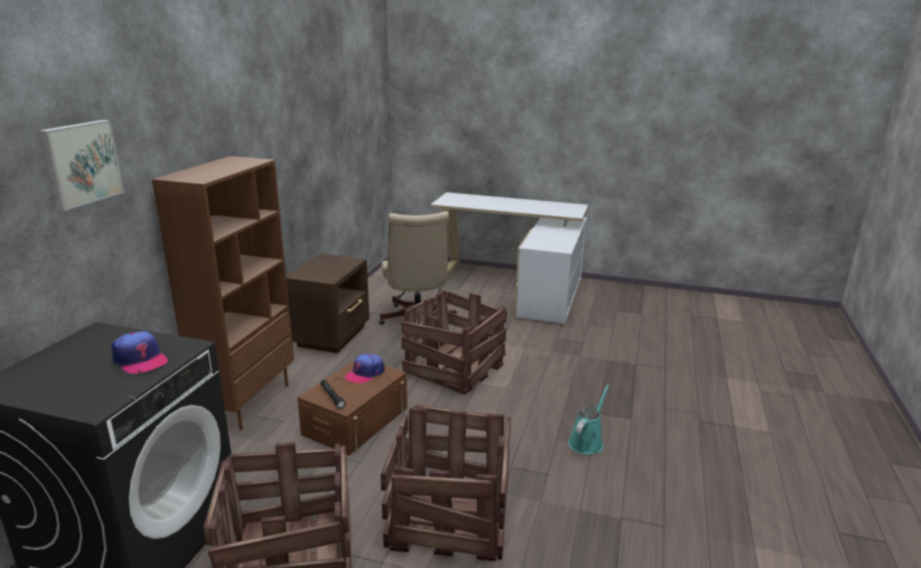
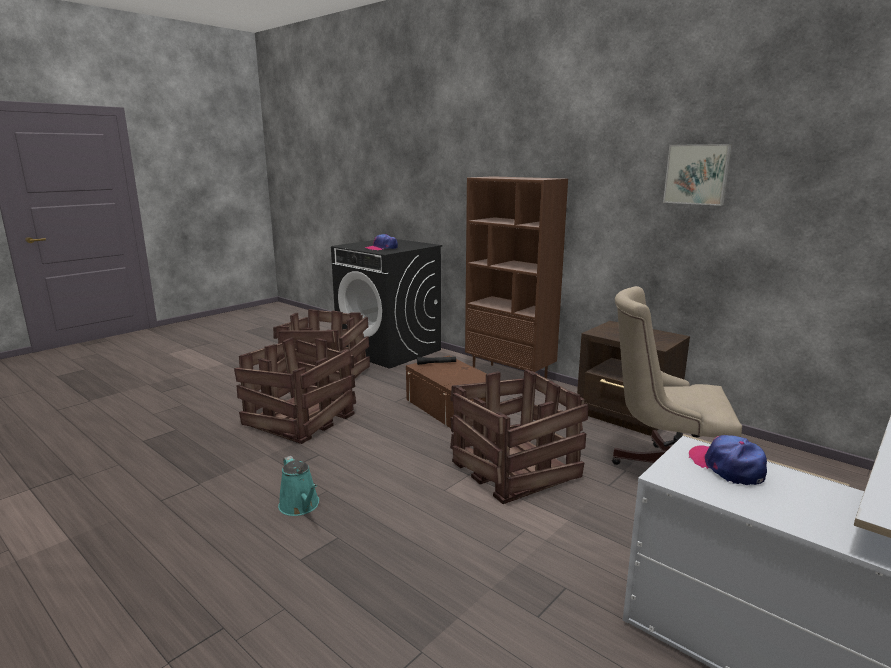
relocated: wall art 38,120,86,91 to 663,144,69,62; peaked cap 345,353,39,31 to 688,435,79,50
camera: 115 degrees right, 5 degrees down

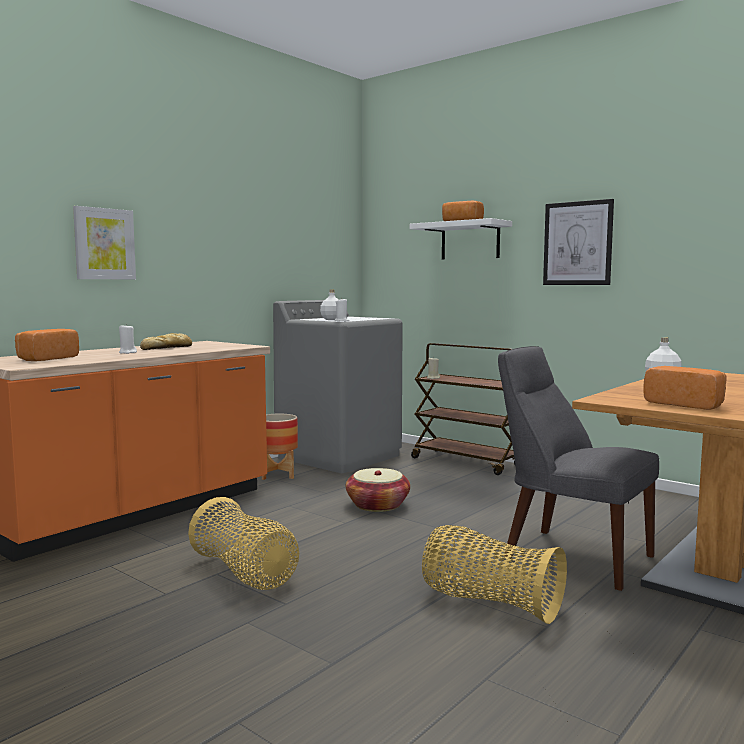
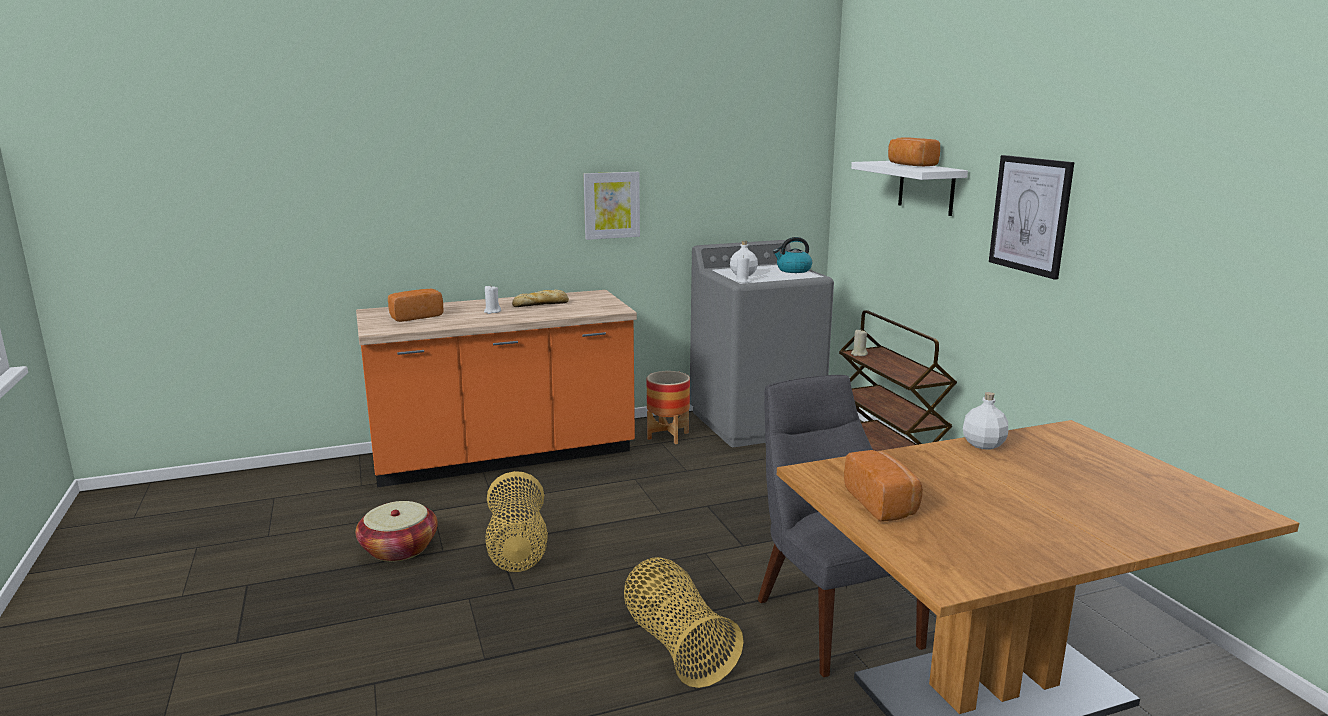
appeared: water kettle 773,237,39,36
relocated: wall art 73,206,63,73 to 584,172,56,68; basket 346,468,64,44 to 356,501,82,61
camera: 30 degrees right, 10 degrees up

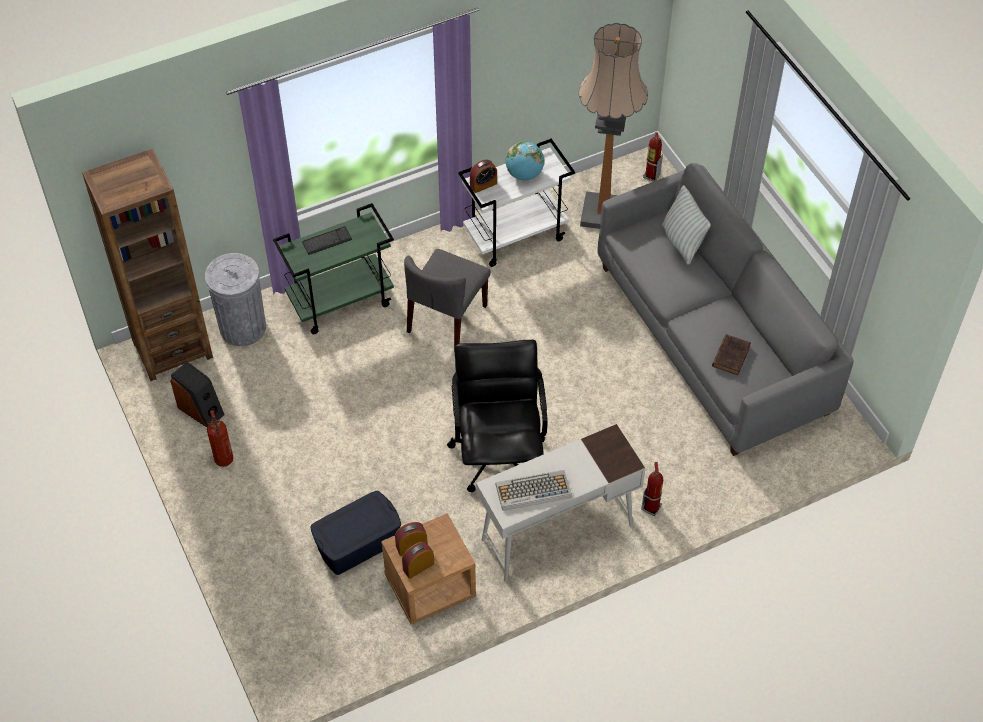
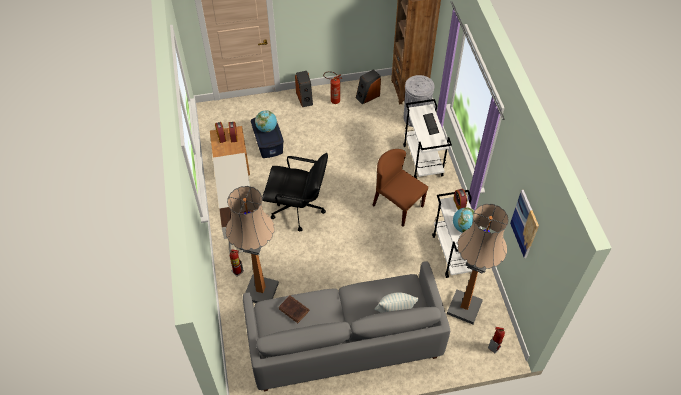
missing: keyboard 495,470,77,41
appeared: audio speaker 295,71,18,36; globe 255,110,22,22; standard lamp 226,186,53,117; wall art 510,190,29,68
colour: cart (green) 273,203,121,131 to cart (white-coloured) 403,99,49,80; plain chair (gray) 404,249,87,103 to plain chair (brown) 372,149,56,78
camera: 105 degrees right, 0 degrees up

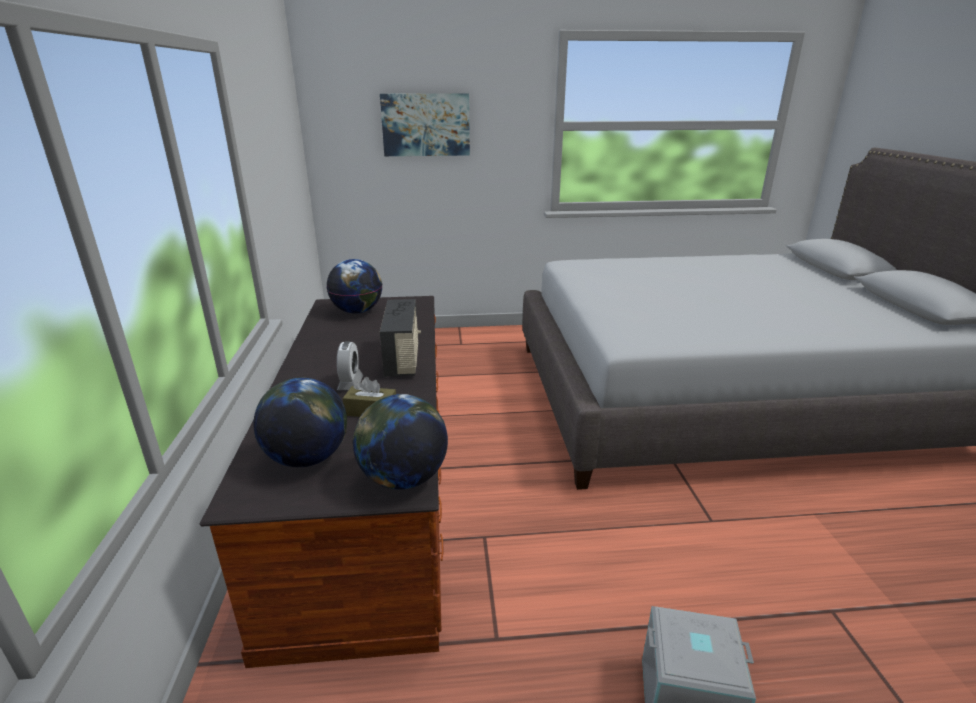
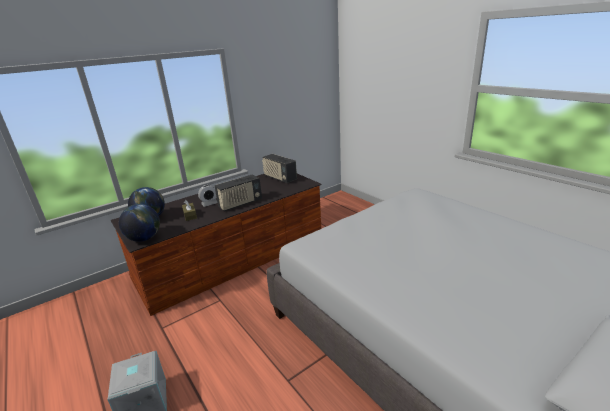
missing: wall art 380,93,90,63
exchanged: globe 327,259,55,55 to radio 262,154,35,29
camera: 60 degrees right, 0 degrees up

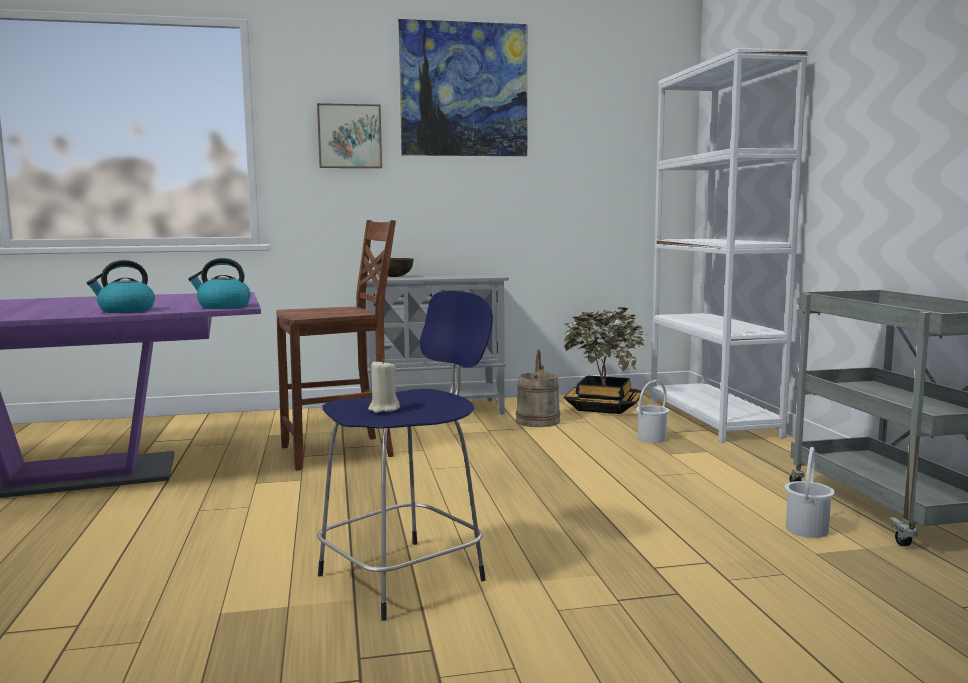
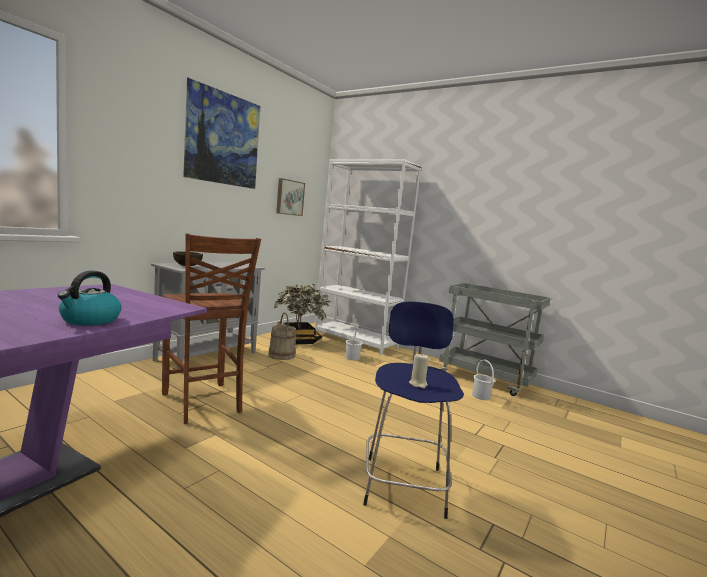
missing: water kettle 188,258,63,51
relocated: wall art 317,103,65,65 to 276,178,29,38
spun: plain chair (brown) 276,220,120,251 = 162,233,99,191 120 degrees clockwise
camera: 45 degrees left, 0 degrees up

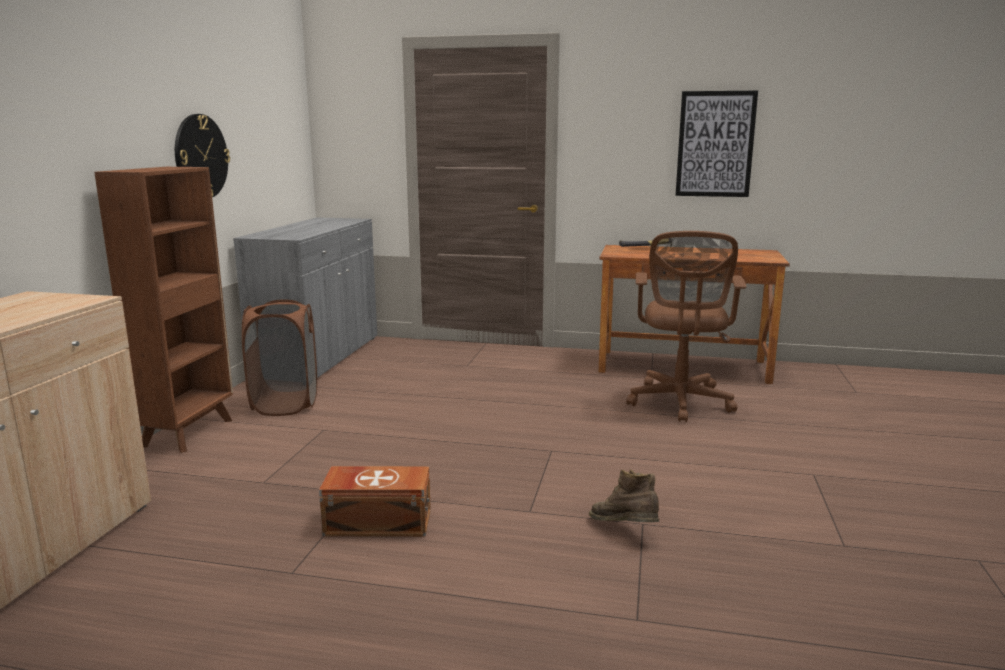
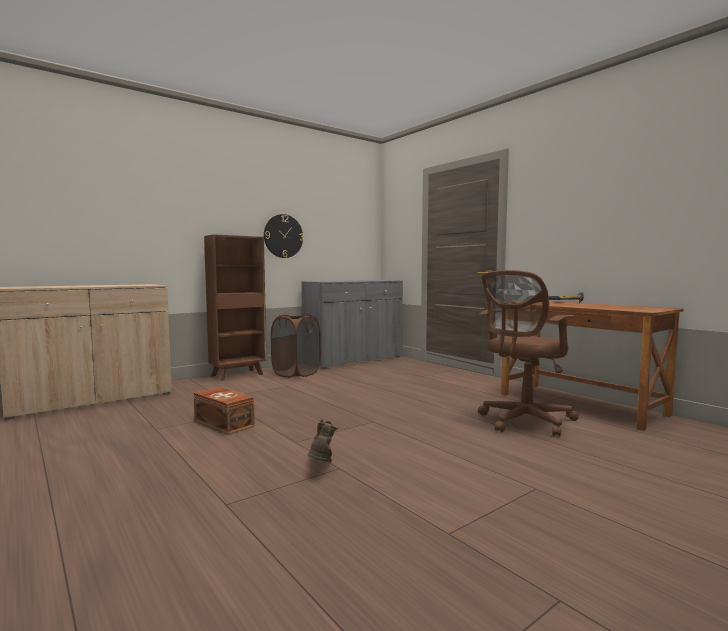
missing: wall art 675,91,83,106
camera: 40 degrees right, 10 degrees down

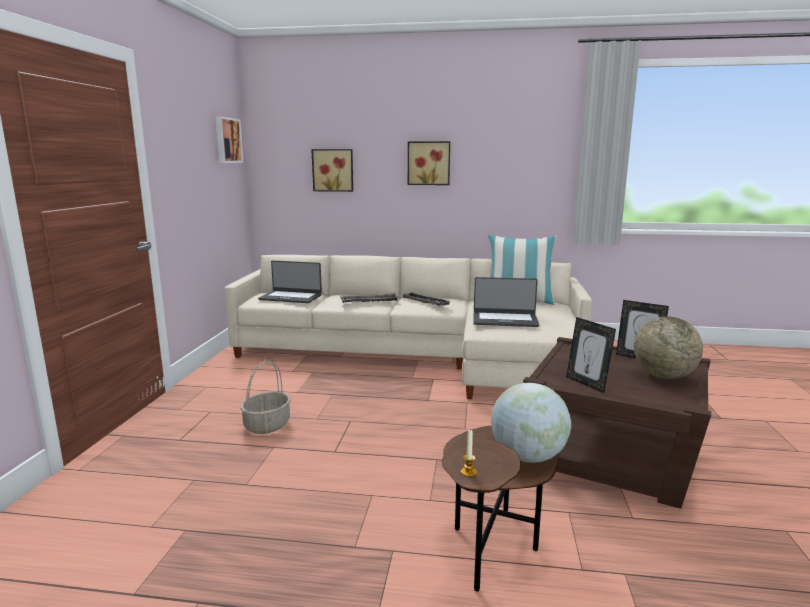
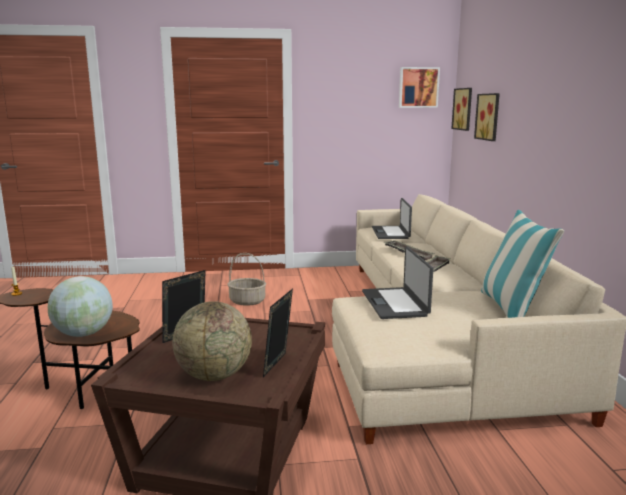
relocated: wall art 408,141,42,44 to 451,88,21,43
camera: 75 degrees right, 0 degrees up

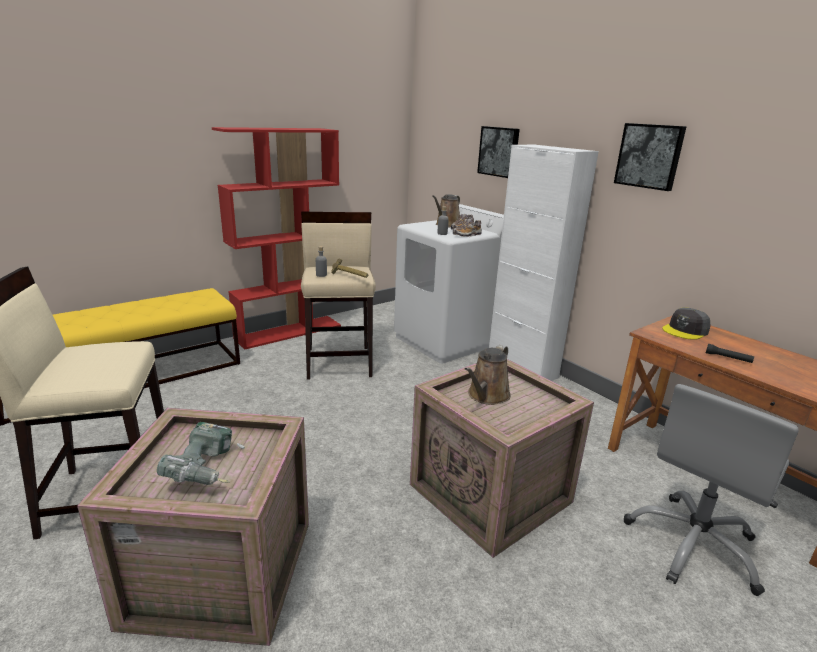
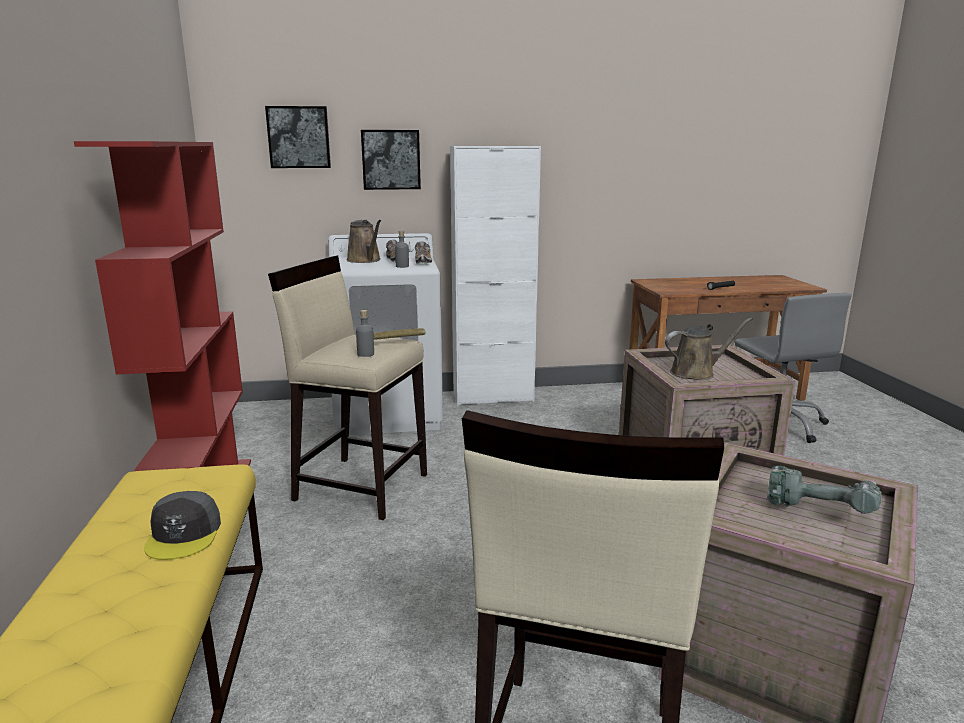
relocated: wall art 614,123,73,68 to 265,106,66,62; peaked cap (gray) 662,308,48,32 to 144,491,77,69
spun: watering pot (brown) 465,345,46,60 = 665,318,88,62 75 degrees counterclockwise
camera: 60 degrees left, 5 degrees down

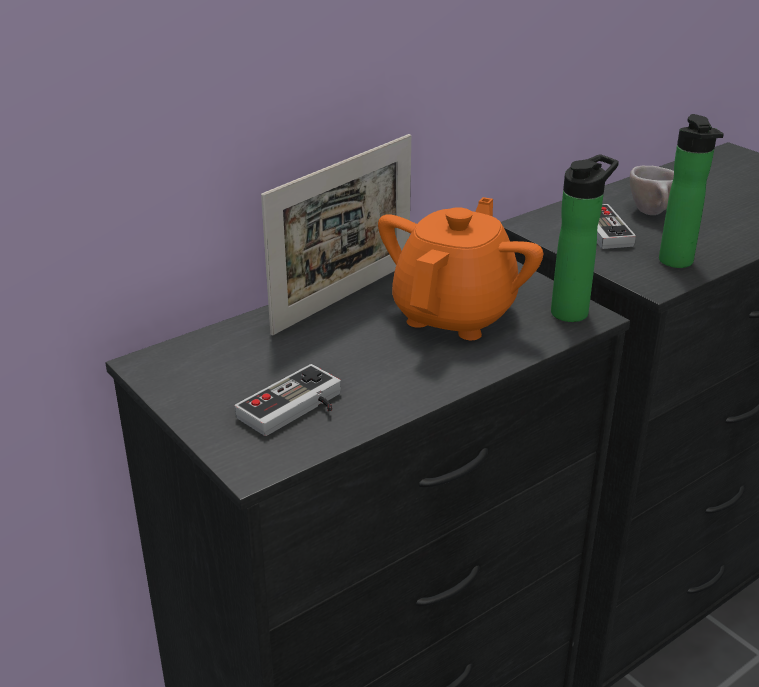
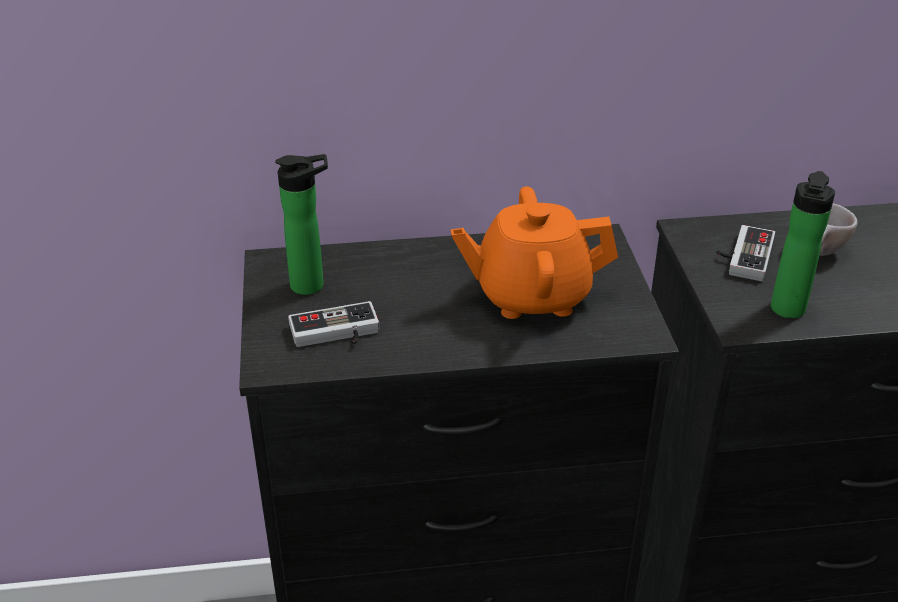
missing: photo frame 261,134,150,201
relocated: drink bottle 551,154,68,168 to 275,154,53,141
spun: pot for tea (orangey) 378,197,165,143 = 451,187,167,132 150 degrees counterclockwise
camera: 30 degrees right, 5 degrees up

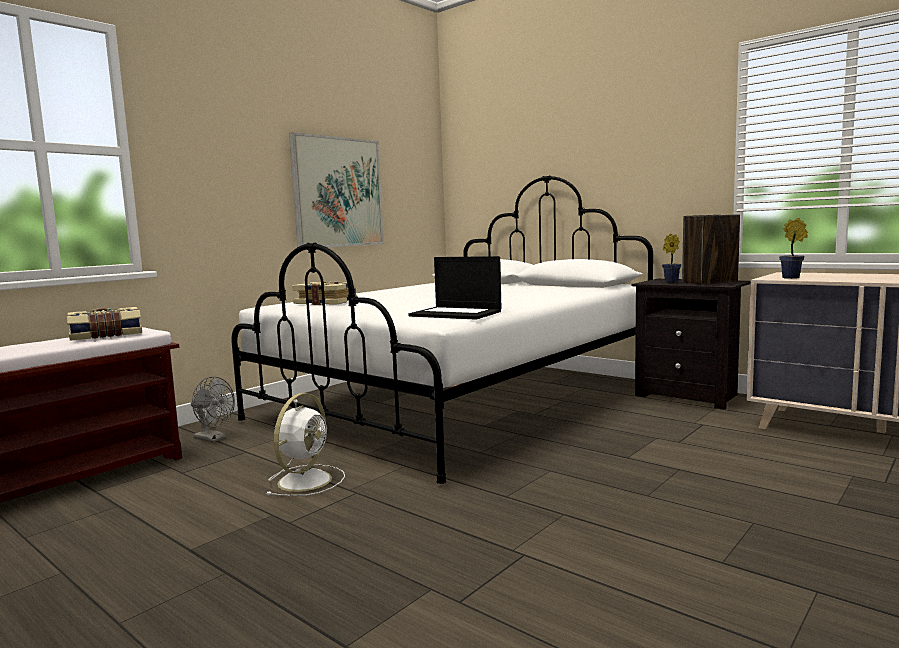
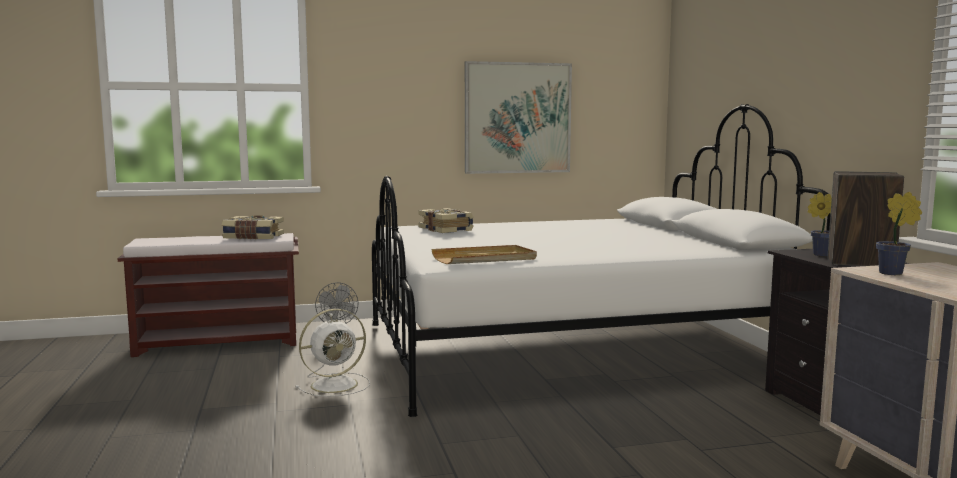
exchanged: laptop 408,256,93,64 to carrying tray (beige-coloured) 431,245,106,19
camera: 35 degrees right, 0 degrees up

